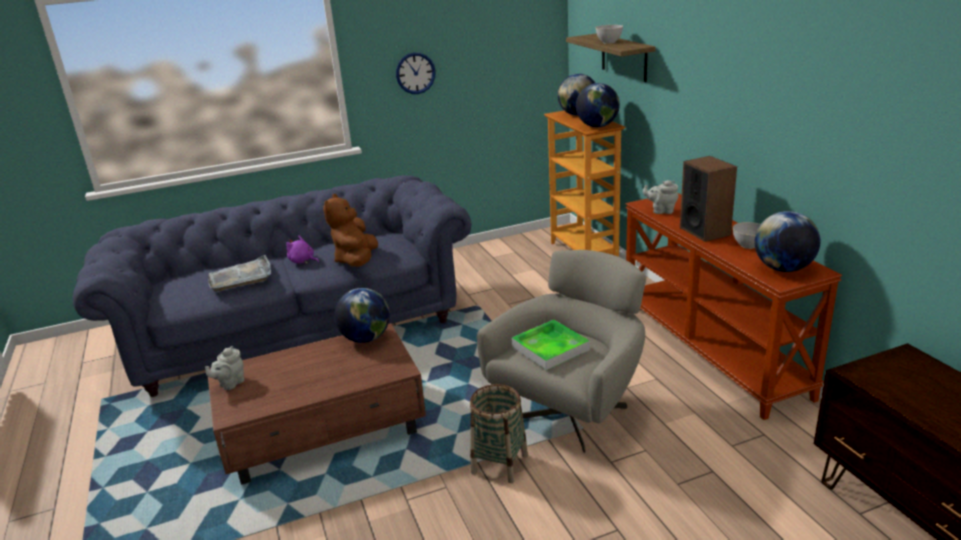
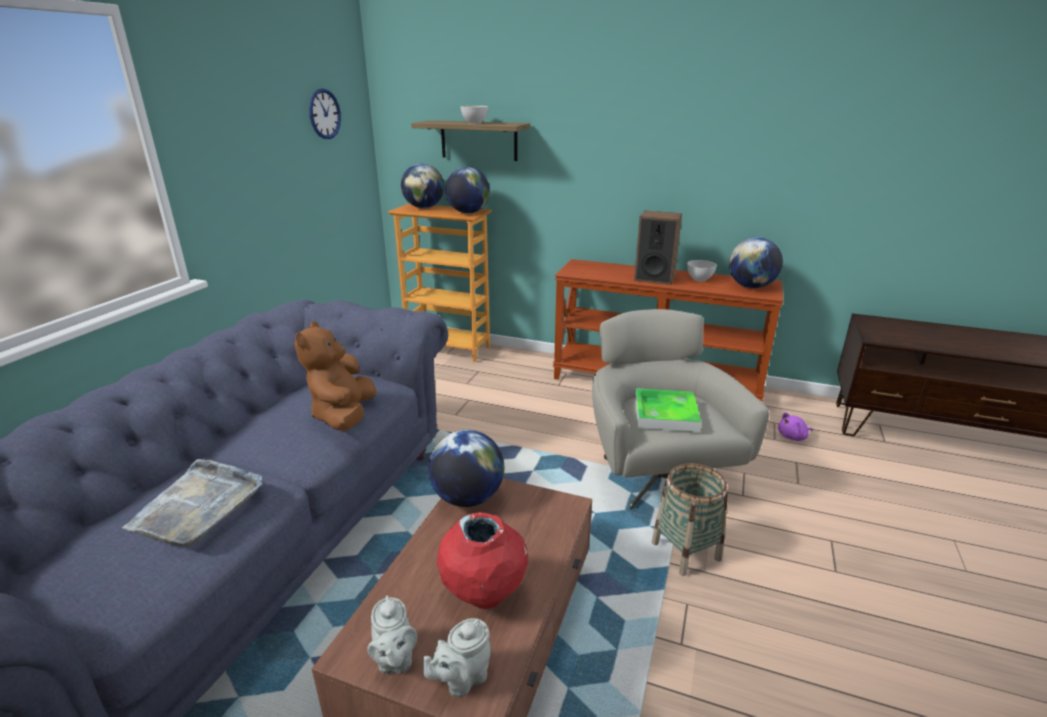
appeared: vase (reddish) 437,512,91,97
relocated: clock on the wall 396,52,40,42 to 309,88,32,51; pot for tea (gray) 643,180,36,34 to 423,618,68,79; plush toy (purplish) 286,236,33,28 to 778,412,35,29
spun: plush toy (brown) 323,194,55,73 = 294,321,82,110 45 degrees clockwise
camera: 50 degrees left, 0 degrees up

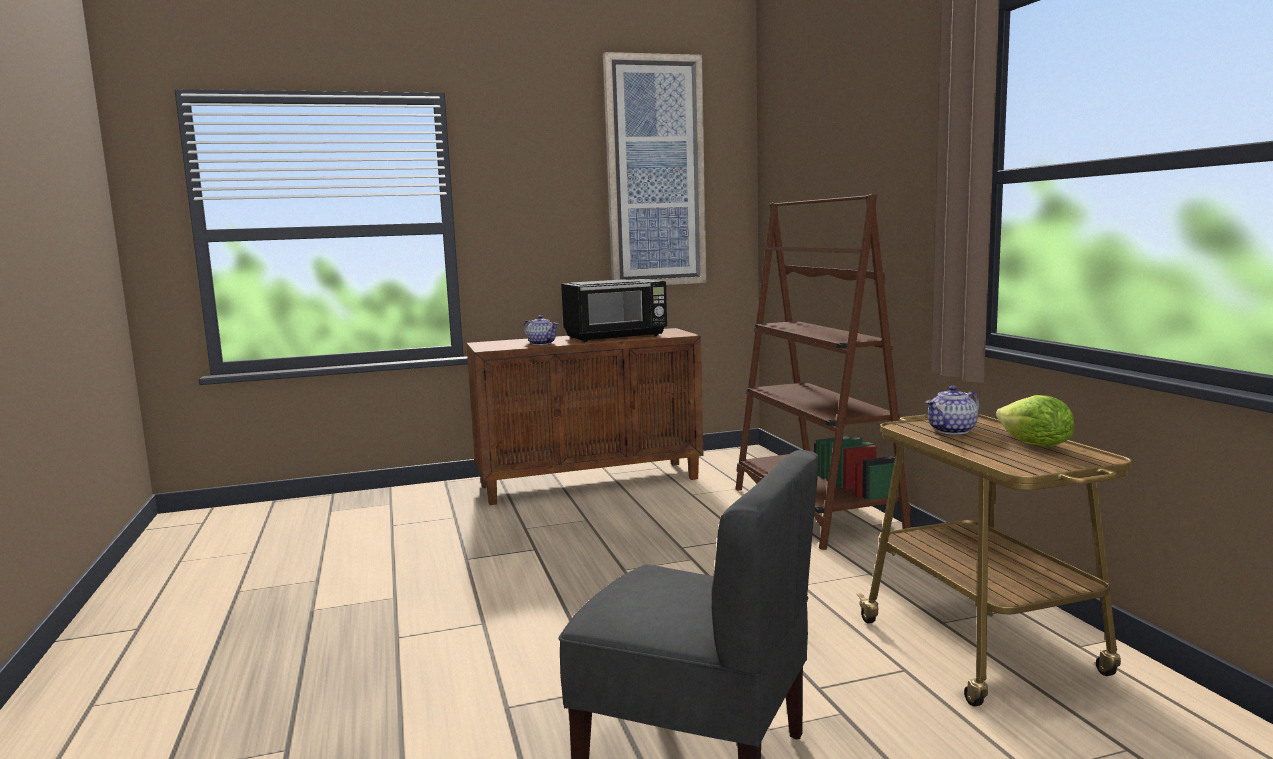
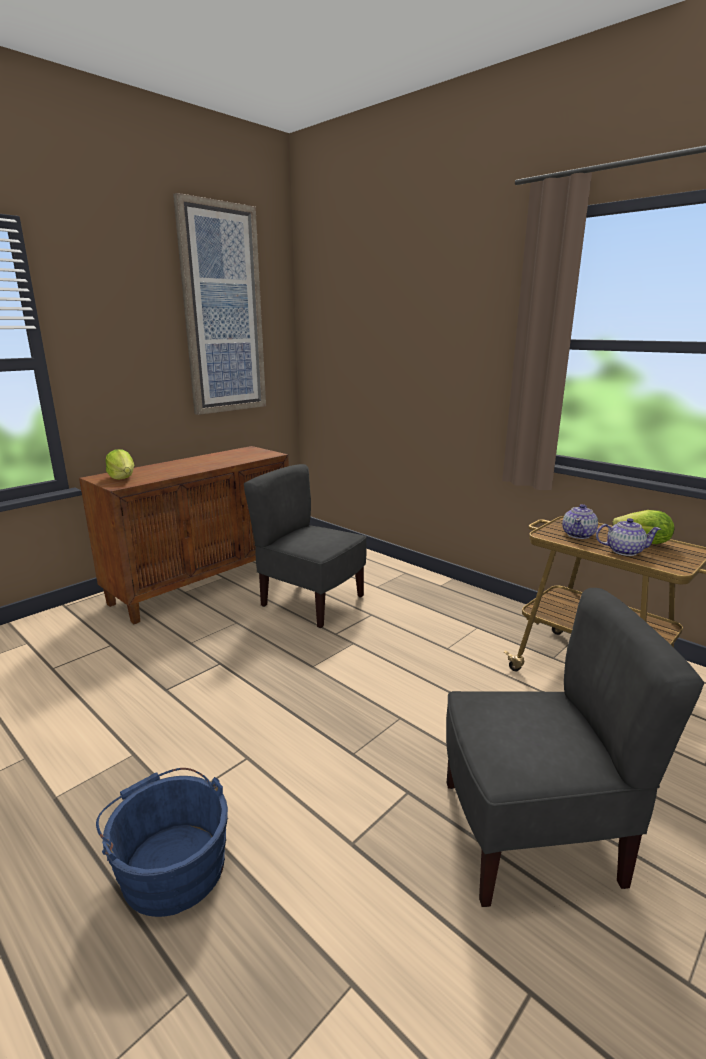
missing: shelving unit (brown) 736,194,175,356; microwave oven (black) 561,279,106,63
appeared: head of lettuce 106,449,28,31; plain chair (gray) 244,464,123,164; bucket (bluish) 96,768,132,149
relocated: pot for tea 523,315,36,30 to 596,518,65,38
camera: 30 degrees left, 10 degrees up

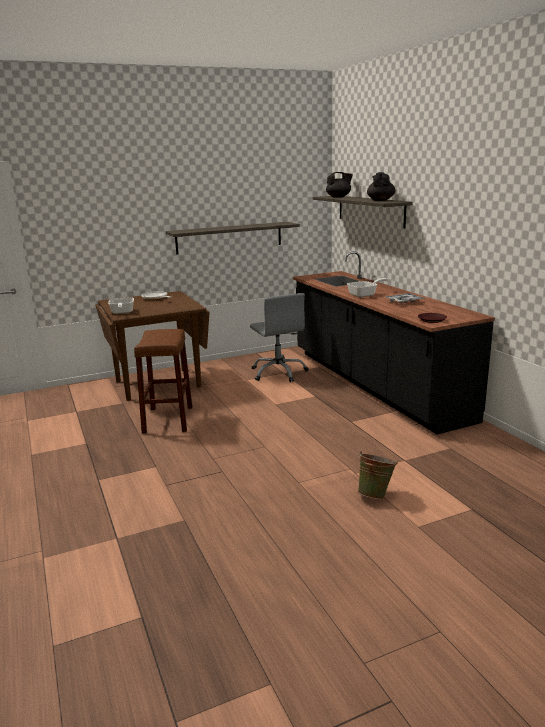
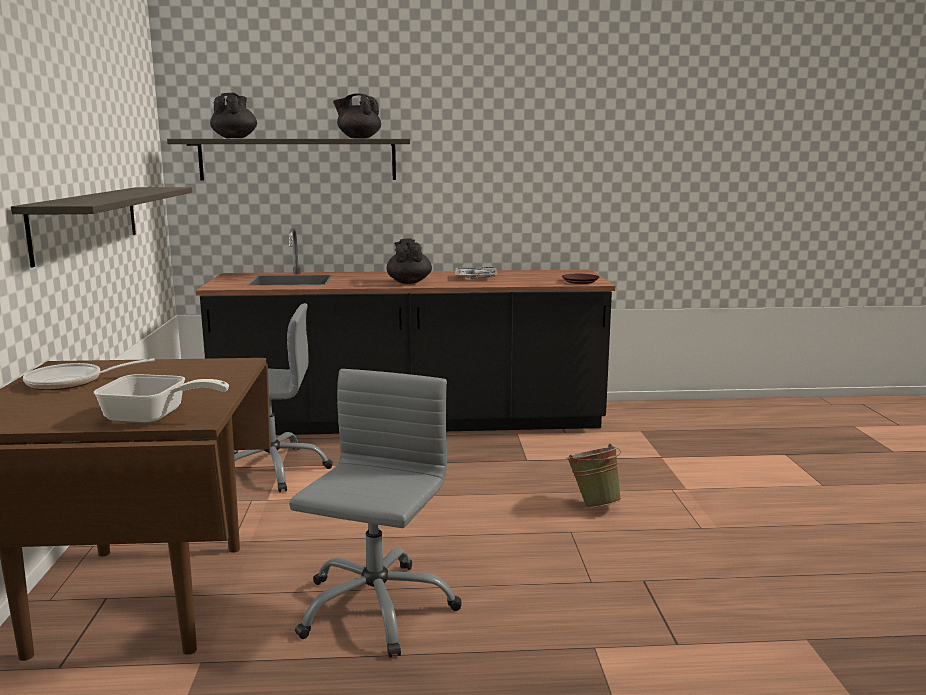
relocated: bucket (green) 357,451,41,48 to 566,444,55,64
exchanged: frying pan 347,278,42,19 to pot for tea (black) 386,238,46,46; stool (brown) 134,329,58,105 to office chair (gray) 289,369,172,289
camera: 70 degrees left, 5 degrees down

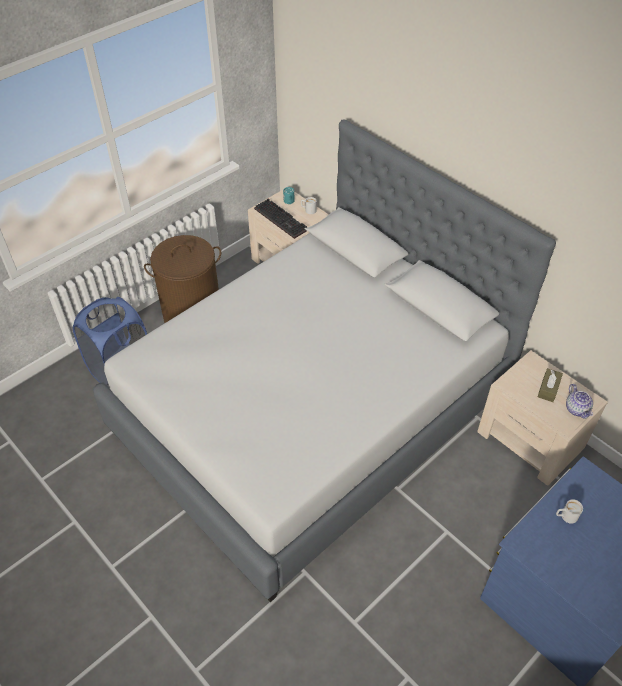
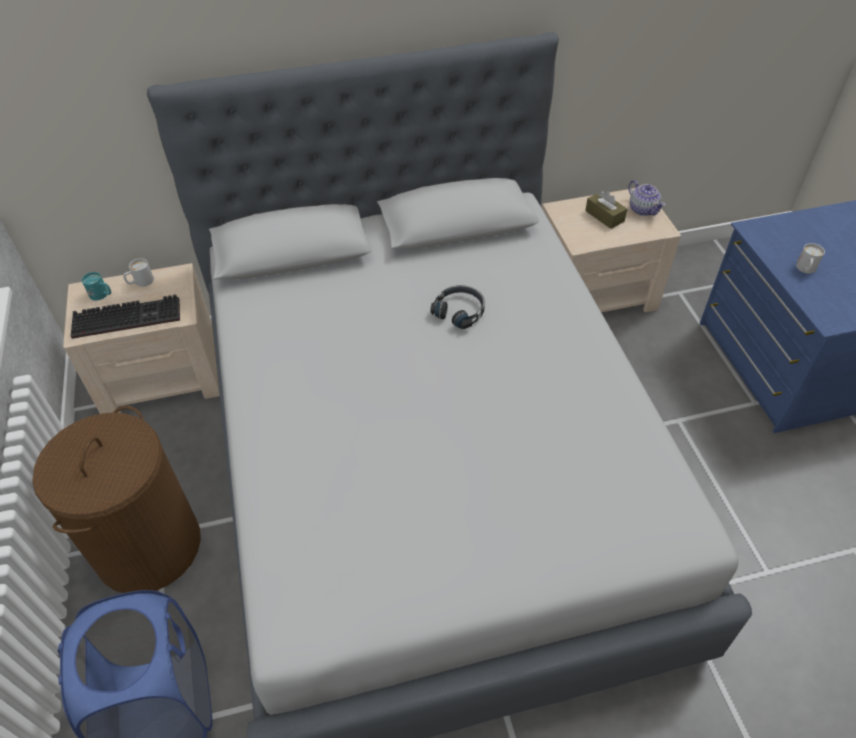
appeared: headset (black) 430,285,55,44
spun: pot for tea 566,384,27,35 = 628,180,37,36 45 degrees clockwise
camera: 60 degrees left, 0 degrees up

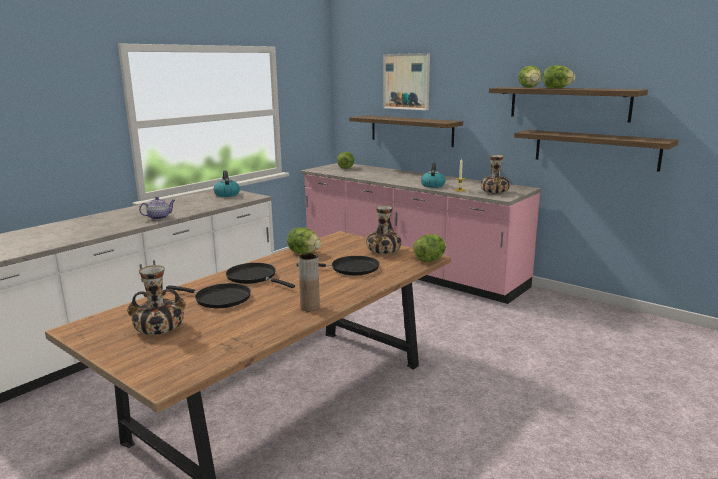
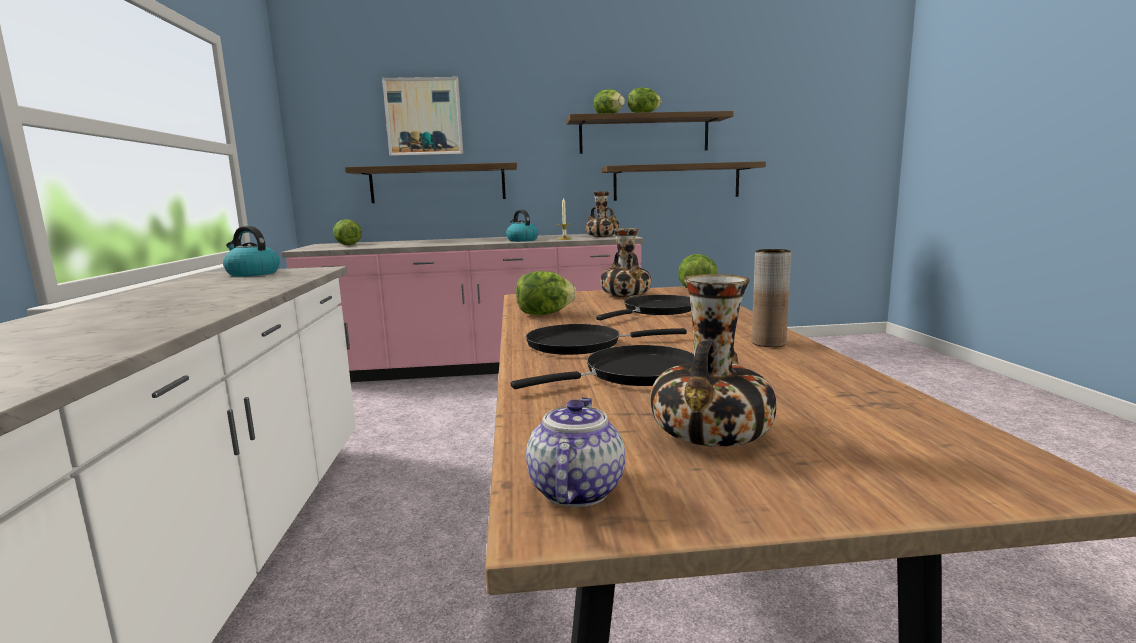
relocated: pot for tea 139,197,36,23 to 526,397,99,110
camera: 45 degrees left, 5 degrees down

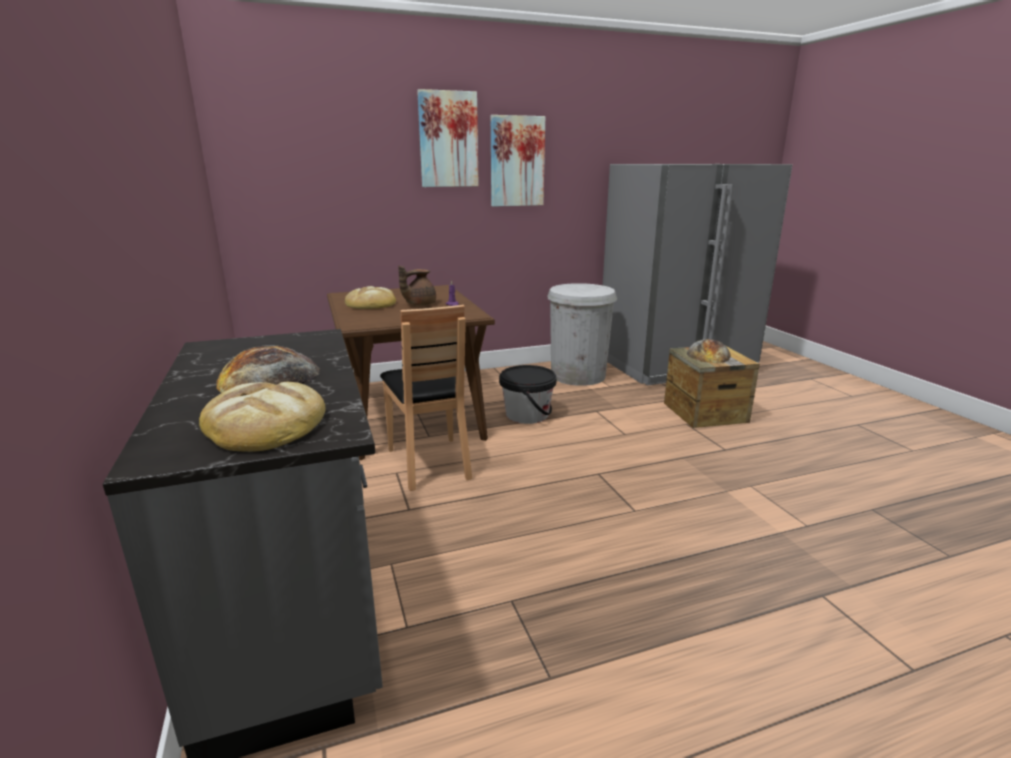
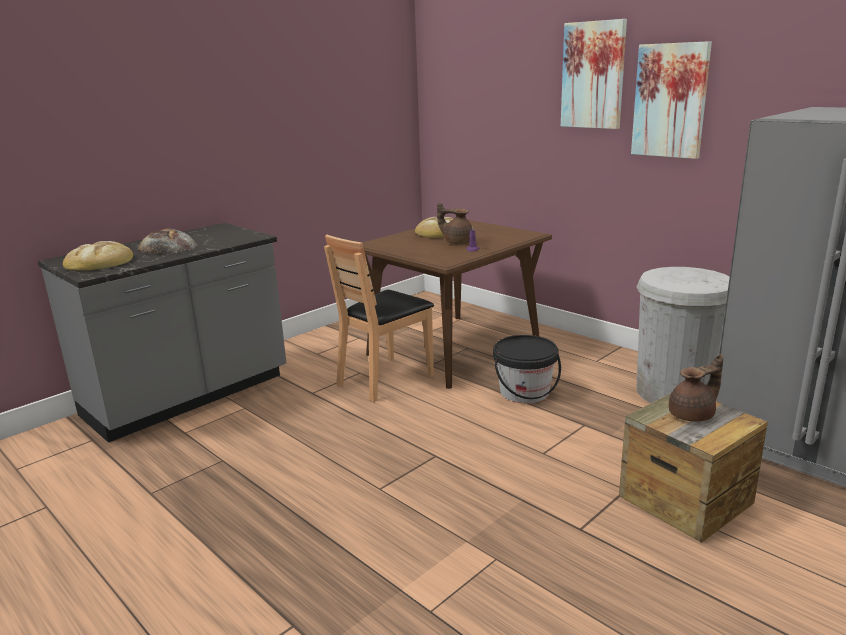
exchanged: bakery bread 687,339,44,24 to pot for tea (brown) 669,354,55,68
camera: 65 degrees right, 0 degrees up

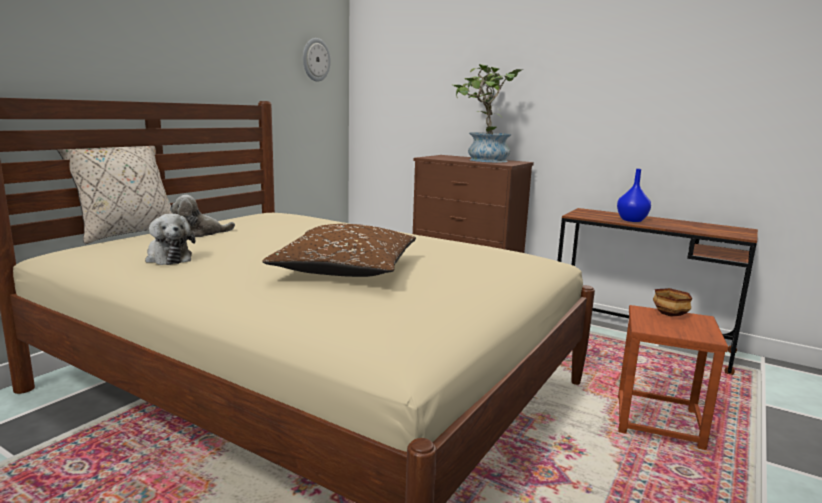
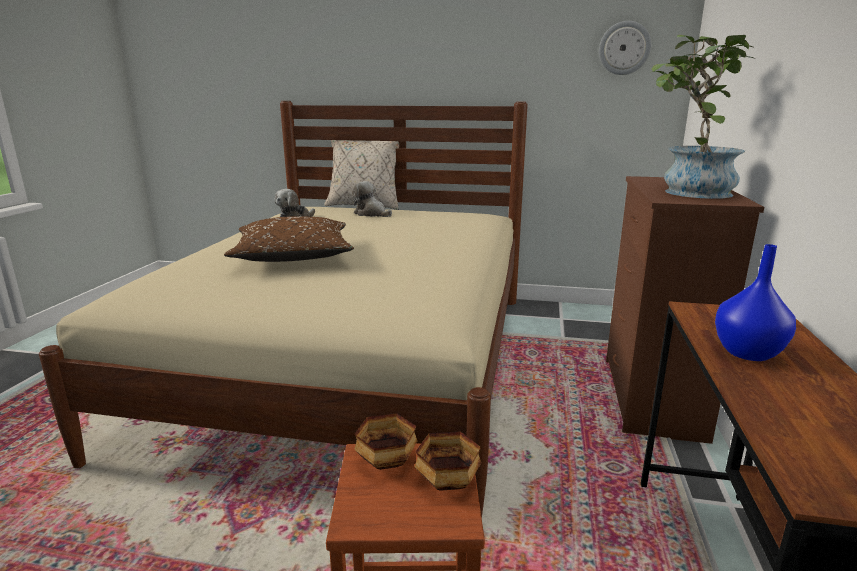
appeared: deep dish 354,413,63,57
camera: 70 degrees right, 5 degrees up

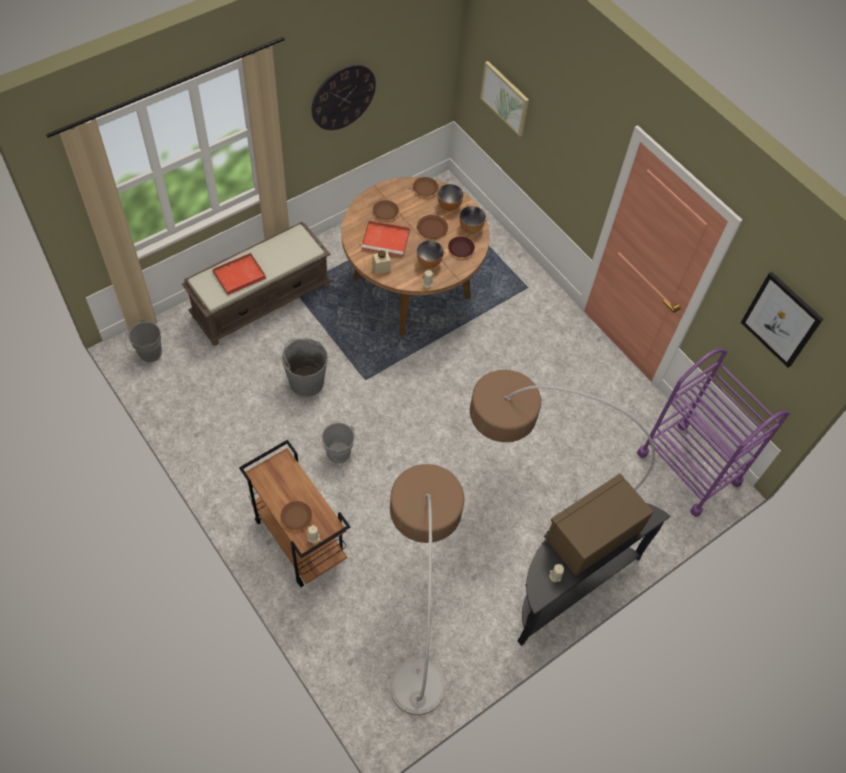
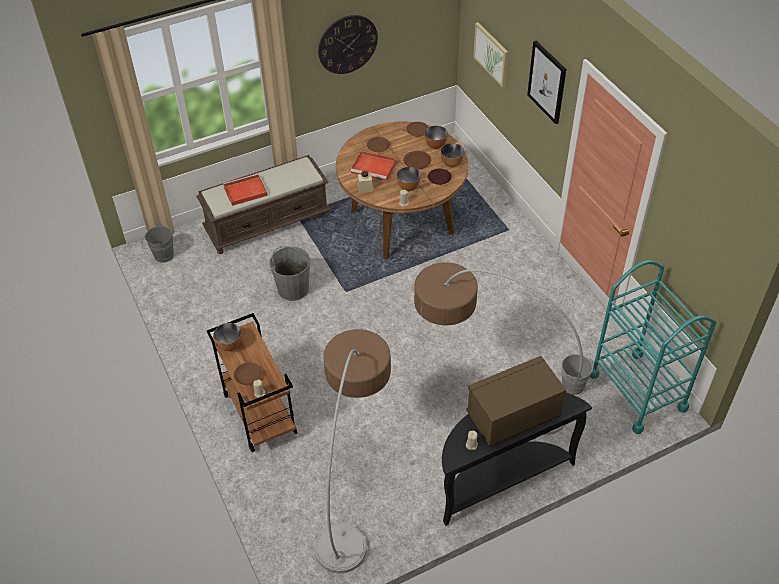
appeared: deep dish 213,323,29,28
relocated: wall art 741,272,82,96 to 527,41,39,83; bucket (gray) 322,422,37,42 to 561,354,35,41
colour: cart (purplish) 637,348,153,169 to cart (turquoise) 590,260,126,174
camera: 15 degrees right, 10 degrees down

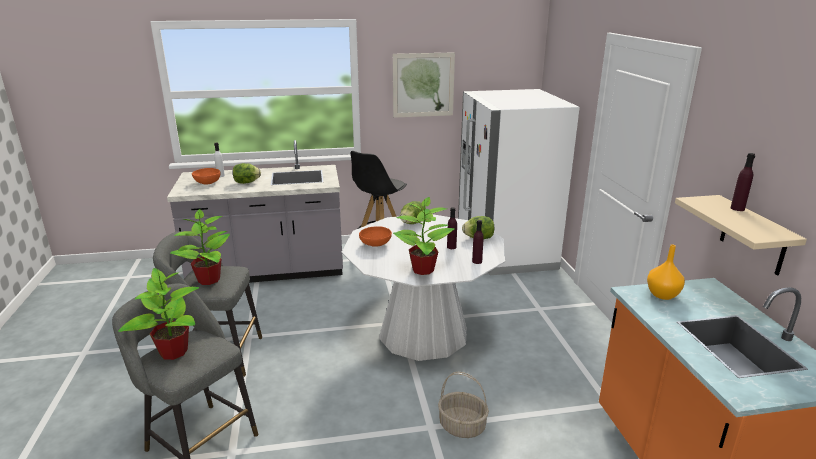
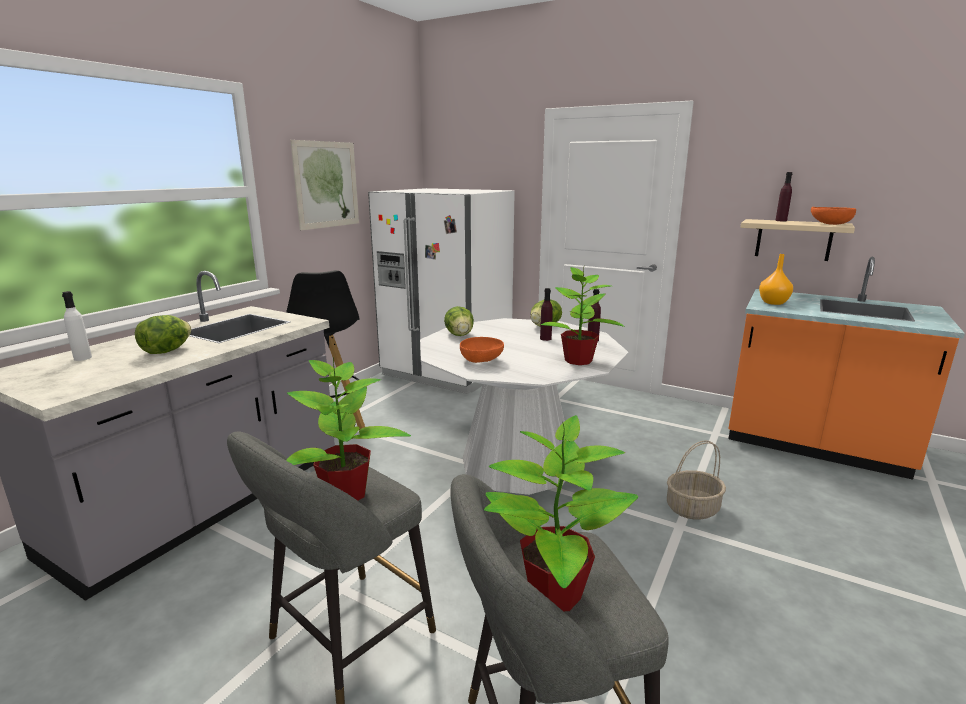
relocated: deep dish (orangey) 192,168,28,17 to 811,207,45,18
camera: 50 degrees left, 5 degrees down

